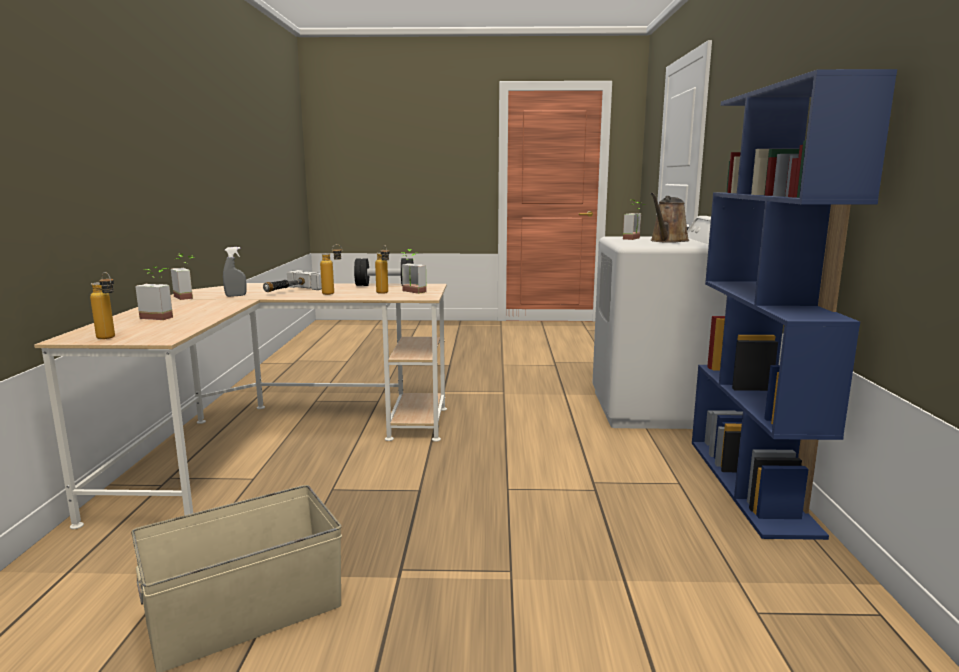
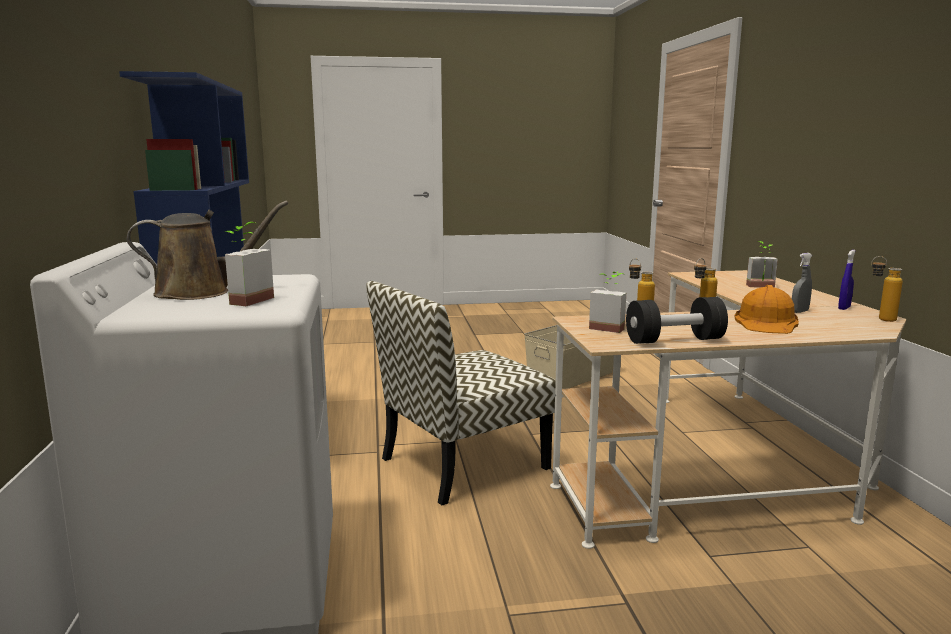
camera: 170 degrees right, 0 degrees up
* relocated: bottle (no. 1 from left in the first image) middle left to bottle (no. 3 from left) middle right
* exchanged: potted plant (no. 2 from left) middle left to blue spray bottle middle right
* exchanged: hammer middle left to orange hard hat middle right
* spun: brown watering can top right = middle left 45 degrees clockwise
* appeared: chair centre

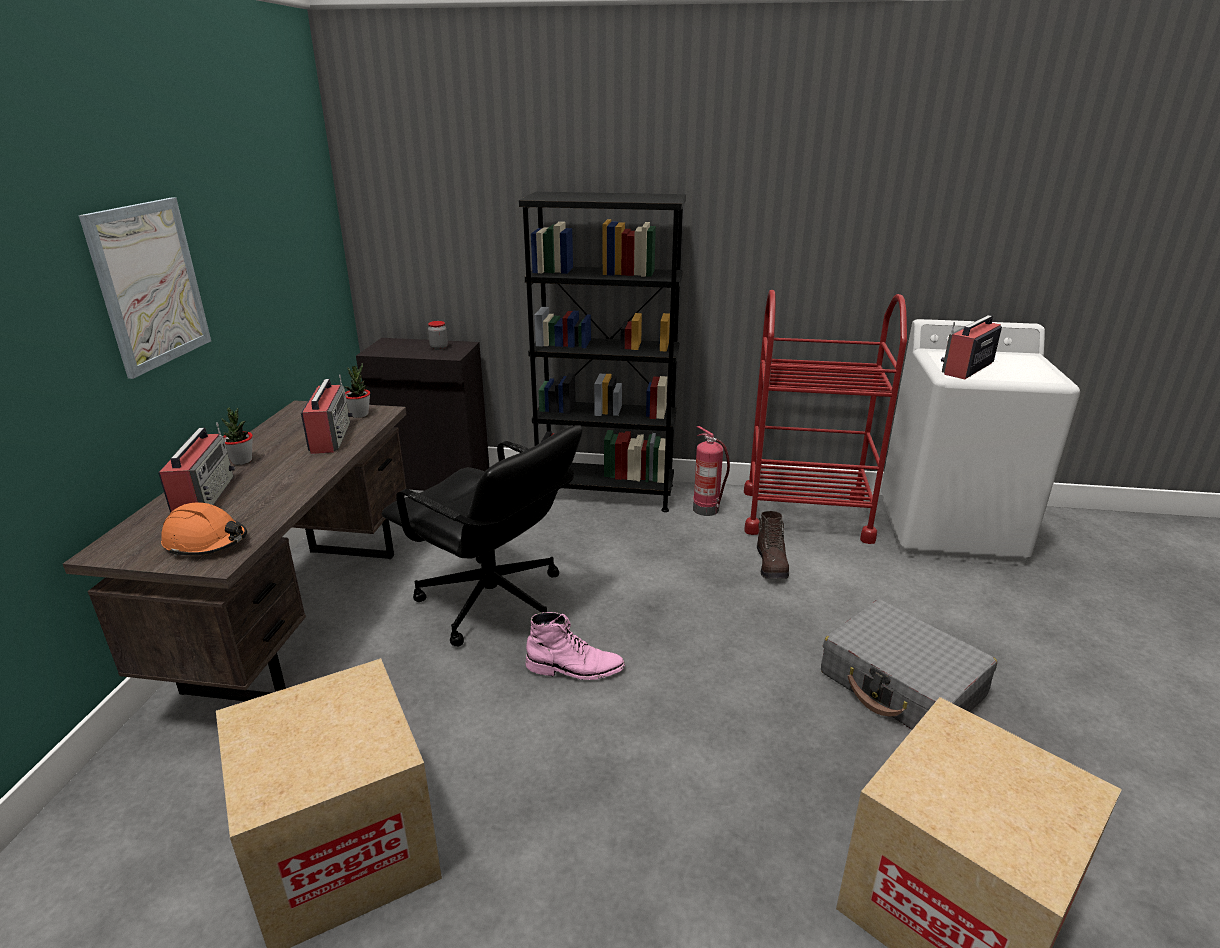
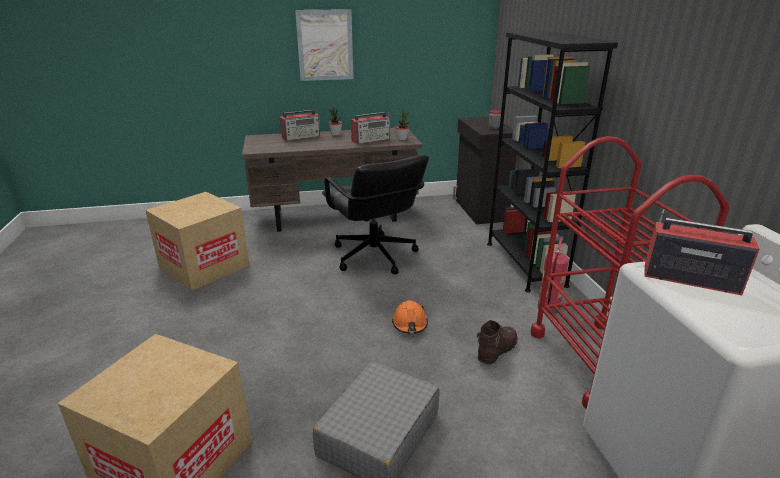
camera: 70 degrees right, 0 degrees up
* relocated: orange hard hat middle left to centre
* spun: black office chair centre = centre 45 degrees counterclockwise
* missing: pink boot bottom centre
* spun: brown boot centre = bottom centre 150 degrees clockwise

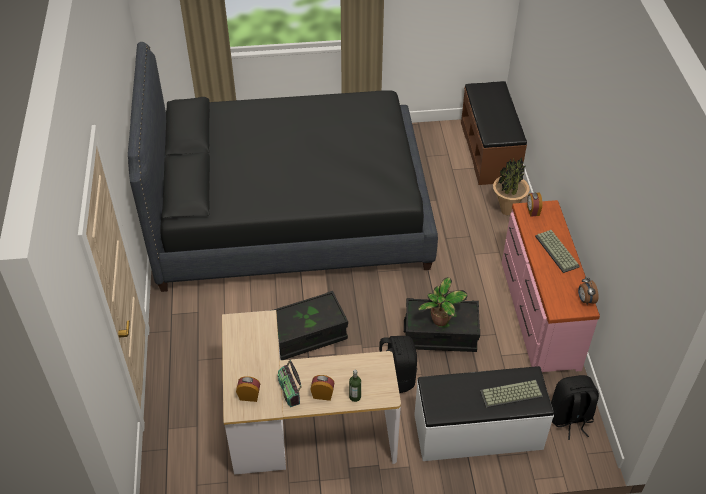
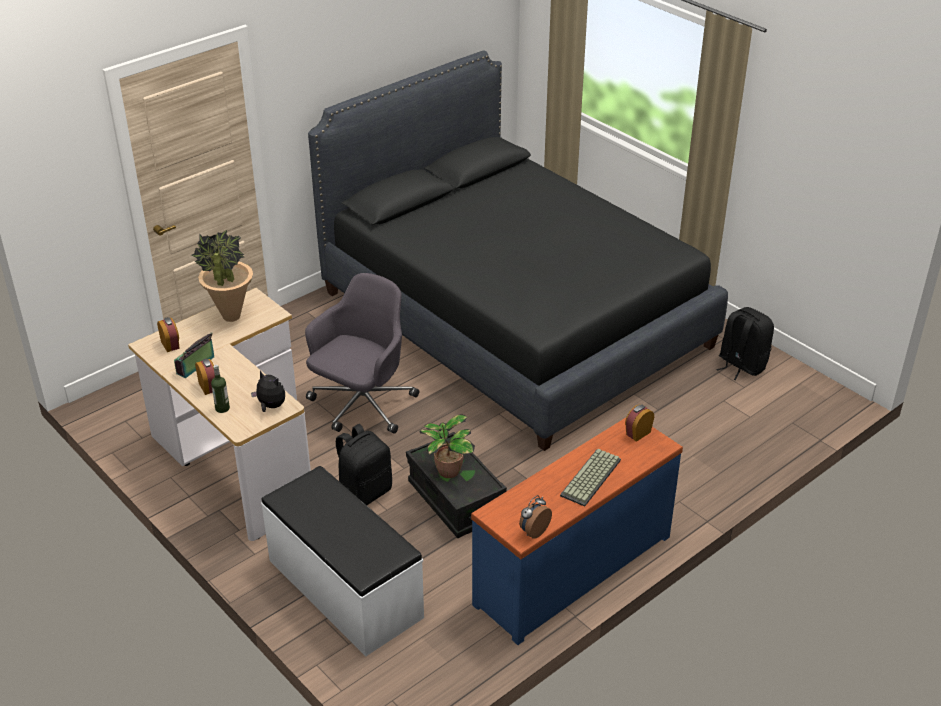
camera: 55 degrees right, 10 degrees down
* exchanged: black storage box (no. 1 from left) centre to grey office chair centre
* missing: brown bench top right
* missing: keyboard (no. 1 from left) bottom right
* relocated: potted plant (no. 2 from left in the first image) middle right to potted plant (no. 1 from left) middle left
* colour: pink dresser middle right to blue dresser bottom centre
* relocated: black backpack (no. 2 from left) bottom right to middle right
* appeared: plush toy middle left

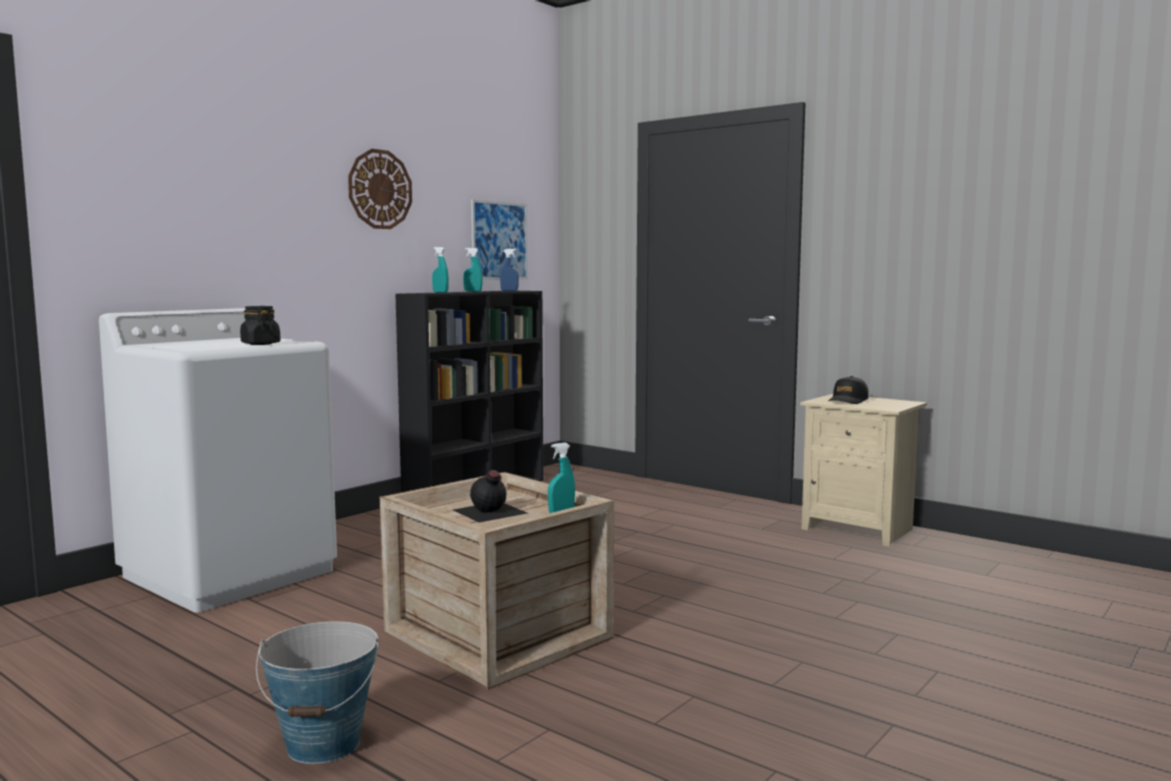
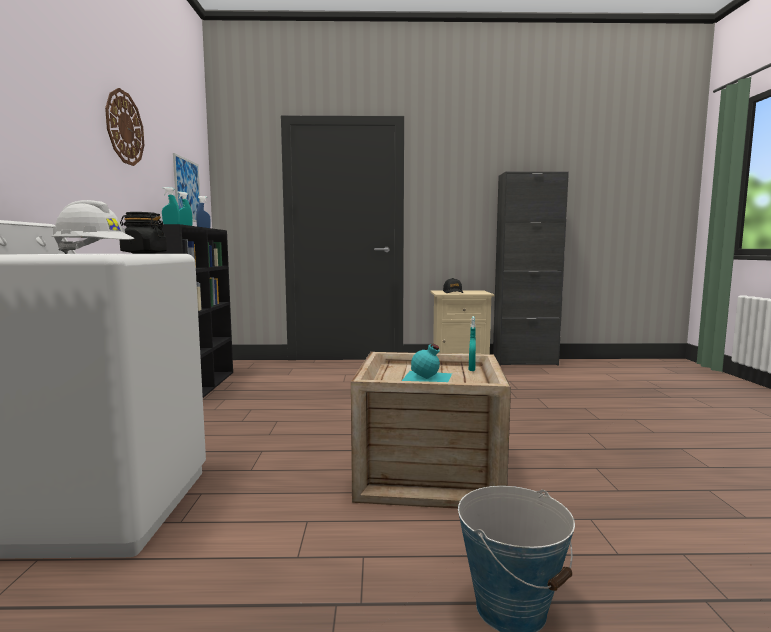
camera: 40 degrees left, 0 degrees up
* colour: black bottle centre to turquoise bottle centre
* appeared: white hard hat middle left
* appeared: black cabinet middle right

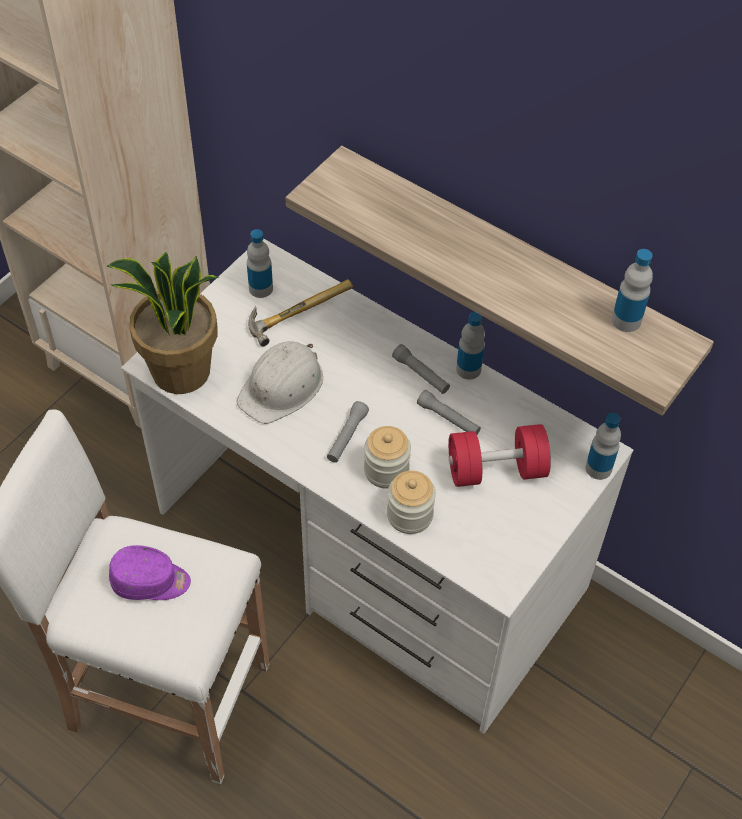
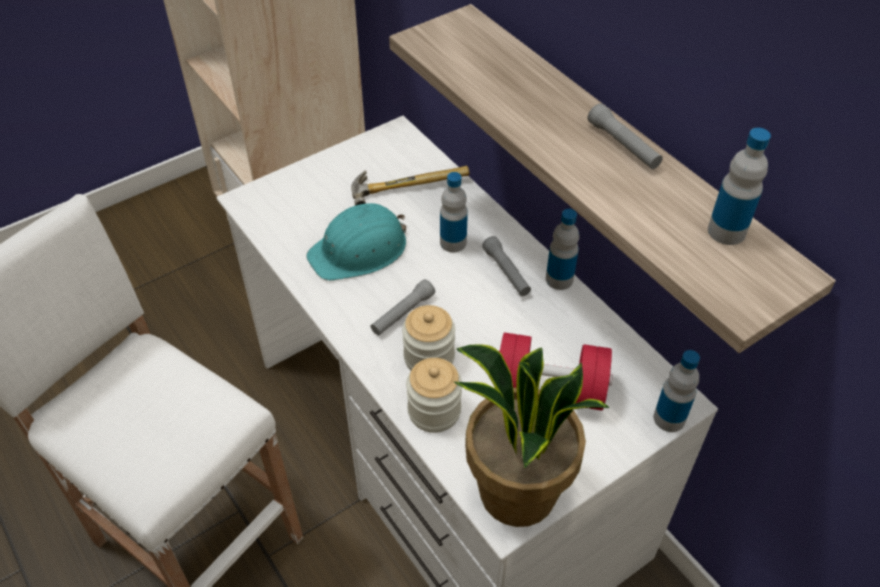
camera: 20 degrees right, 5 degrees down
* relocated: potted plant middle left to bottom centre
* missing: purple cap bottom left
* colour: white hard hat centre to turquoise hard hat centre
* relocated: bottle (no. 1 from left) top centre to centre
* relocated: grey flashlight (no. 3 from left) centre to top right

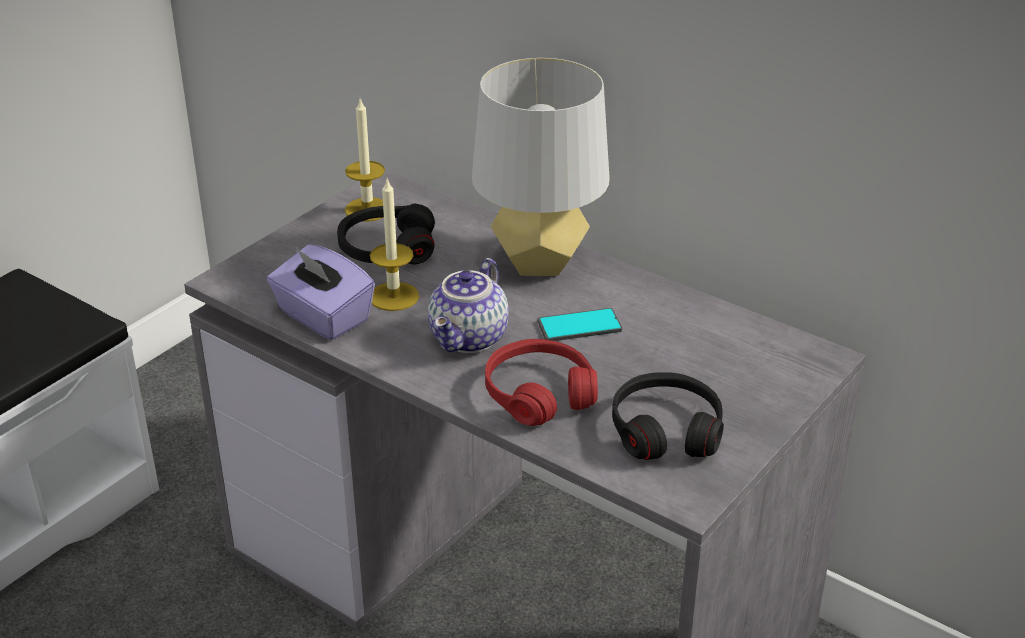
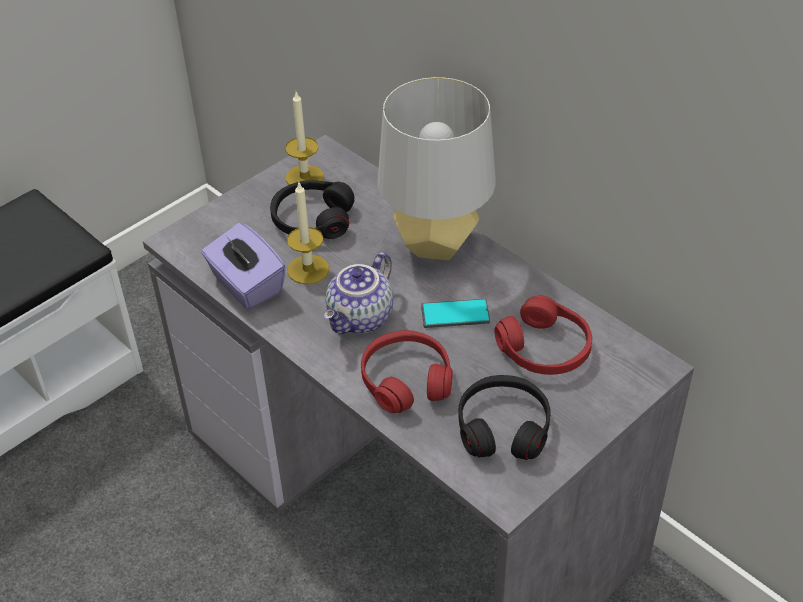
camera: 10 degrees right, 10 degrees up
* appeared: red headphones (no. 2 from left) middle right

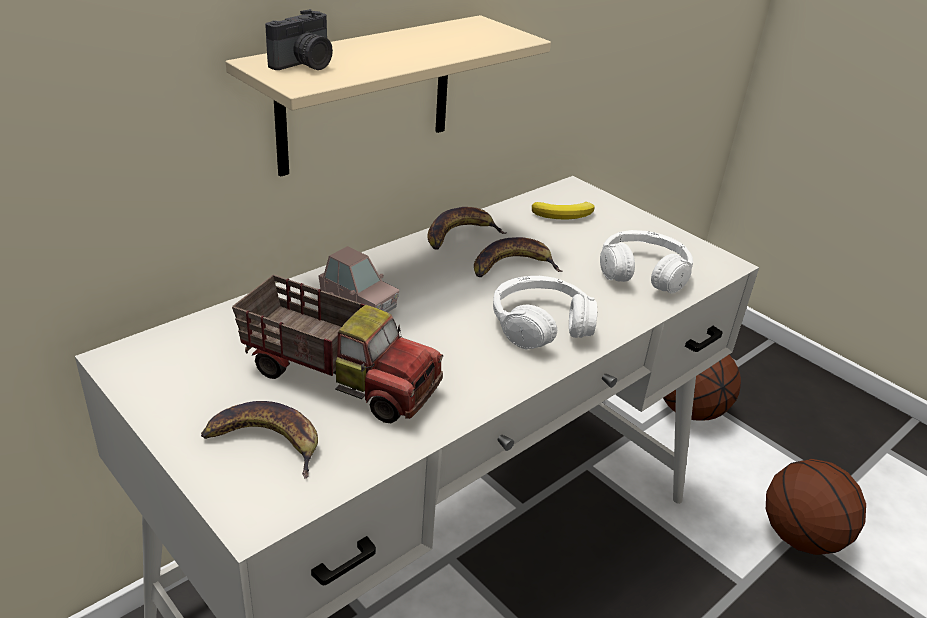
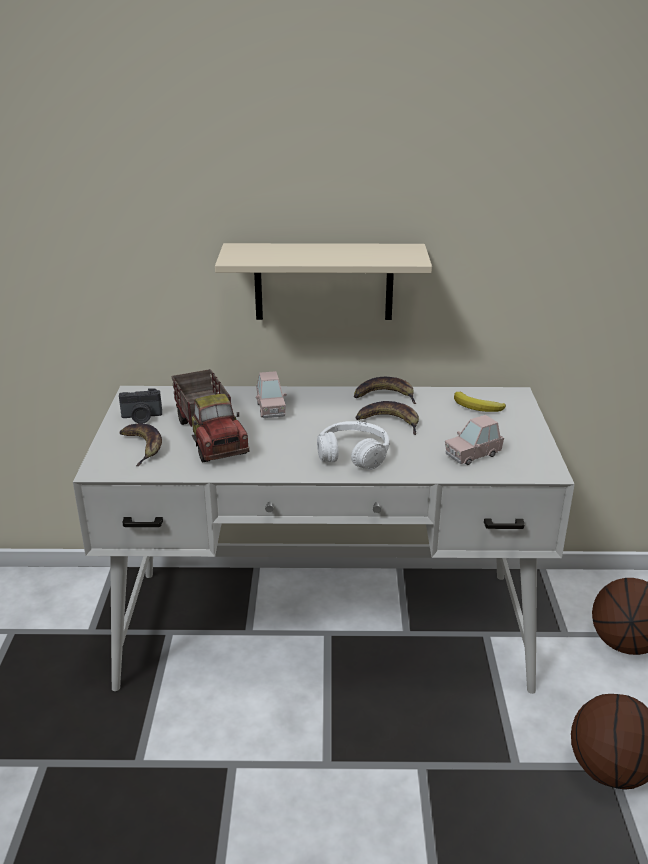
camera: 45 degrees right, 5 degrees down
* relocated: photo camera top left to middle left
* exchanged: white headphones (no. 2 from left) middle right to pink toy car (no. 2 from left) middle right

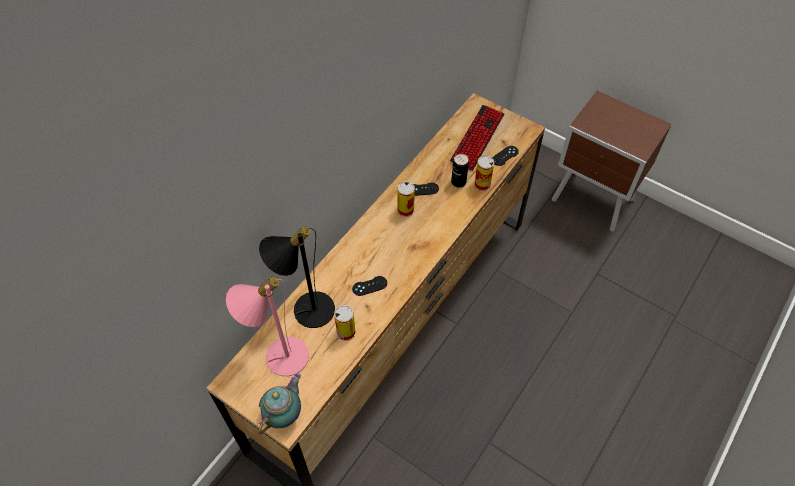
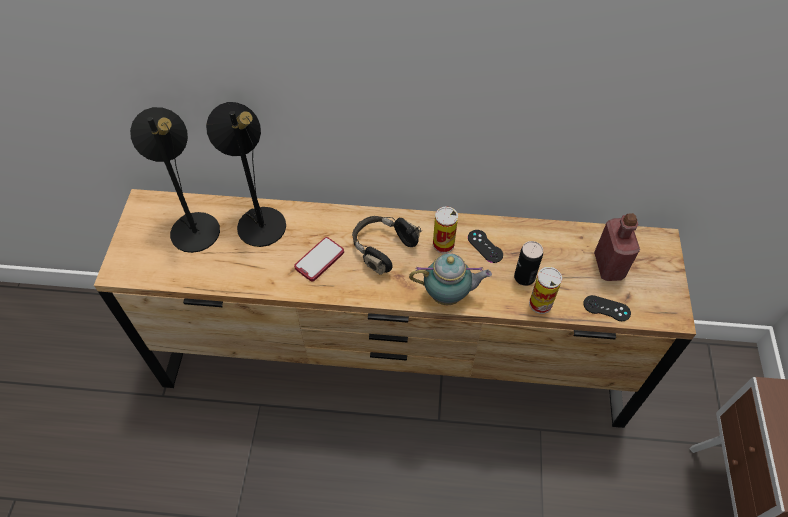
camera: 60 degrees right, 0 degrees up
* colour: pink table lamp bottom centre to black table lamp (no. 1 from left) middle left
* relocated: teapot bottom centre to centre
* missing: can (no. 1 from left) centre
* exchanged: black game controller (no. 1 from left) centre to phone centre
* exchanged: keyboard top centre to red bottle middle right
* appeared: black headphones centre

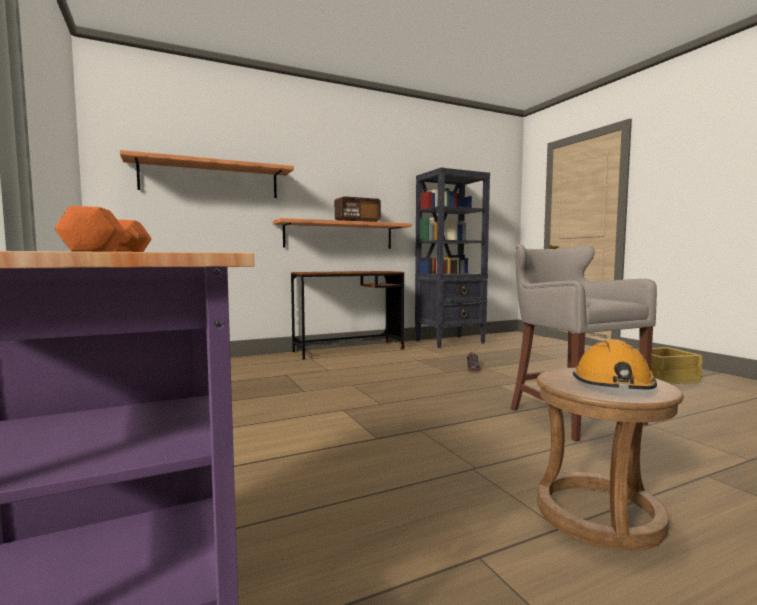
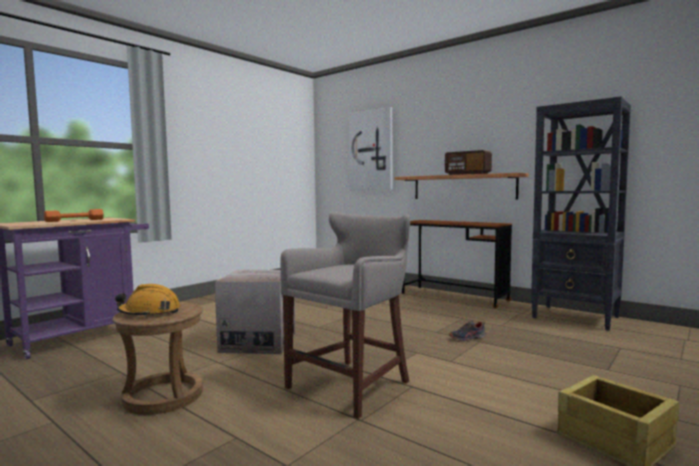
camera: 65 degrees right, 0 degrees up
* exchanged: shelf (no. 1 from left) top left to picture top centre
* appeared: cardboard box bottom centre

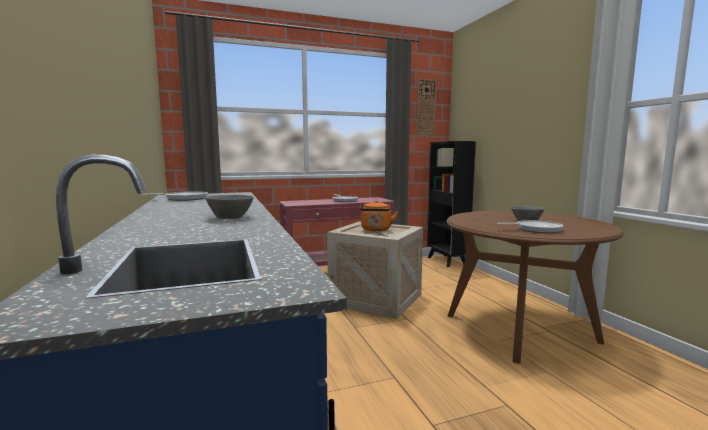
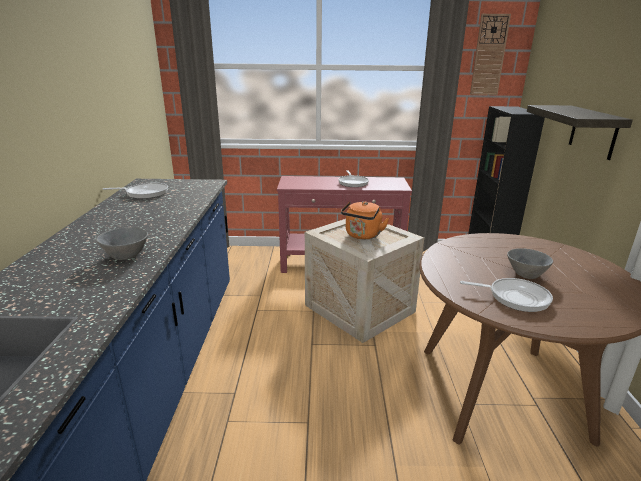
camera: 20 degrees right, 15 degrees up
* appeared: shelf top right

